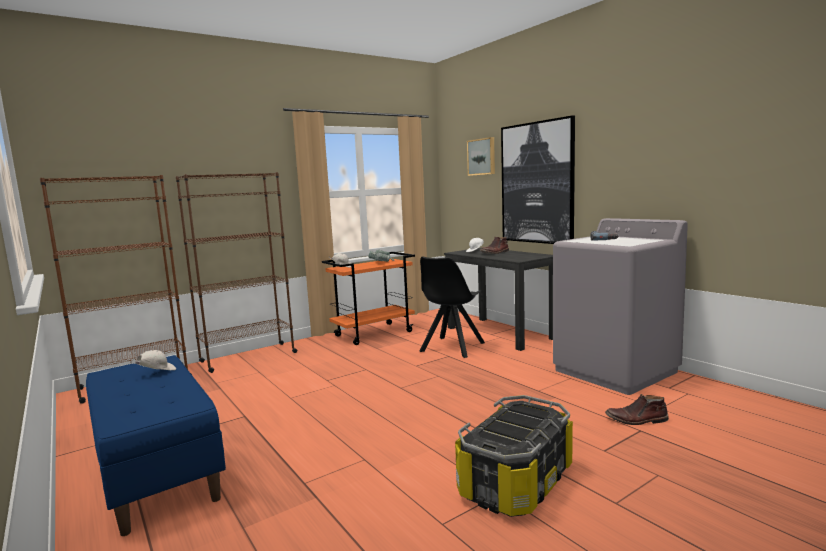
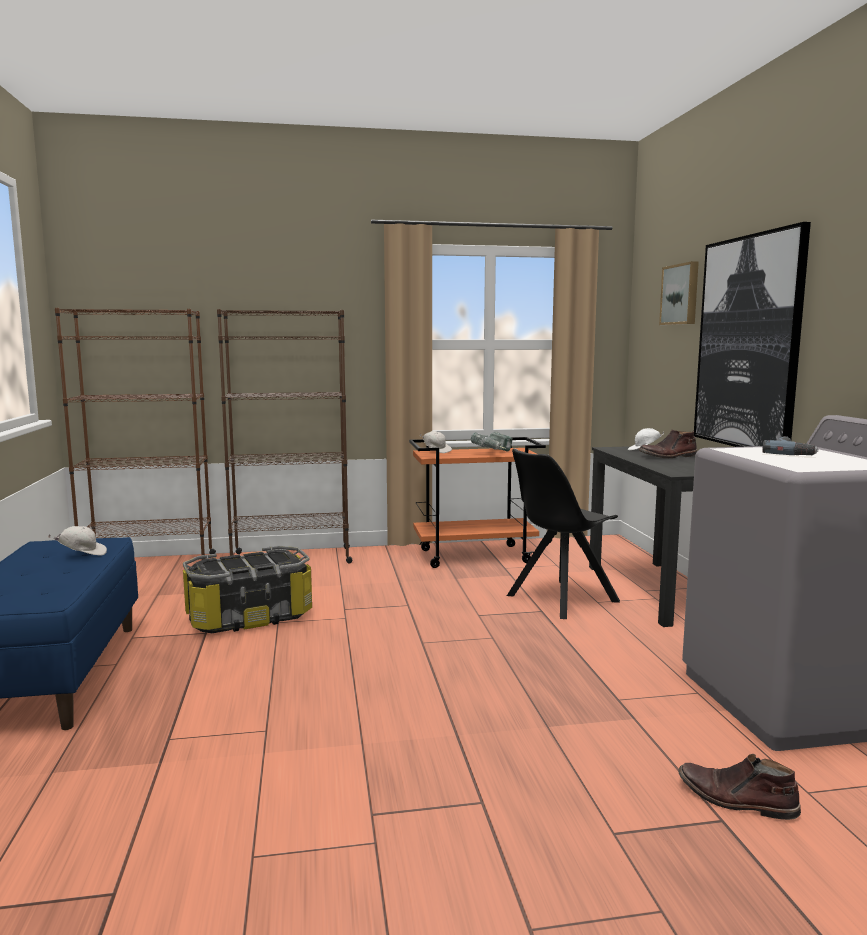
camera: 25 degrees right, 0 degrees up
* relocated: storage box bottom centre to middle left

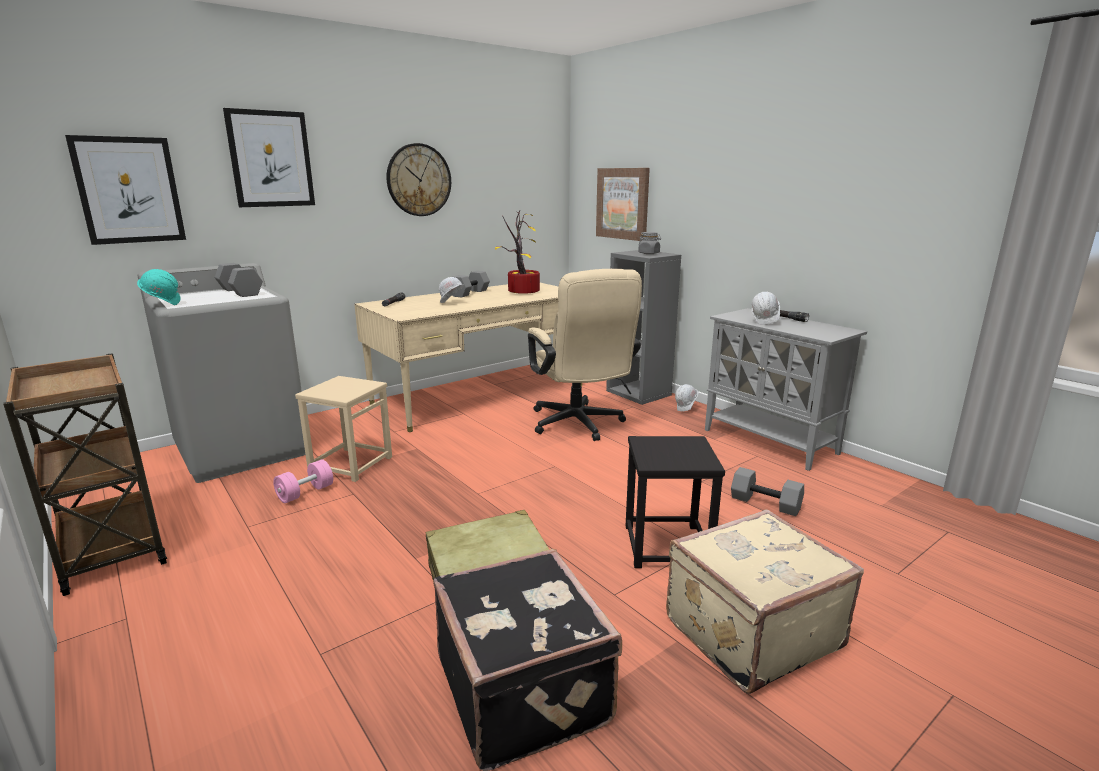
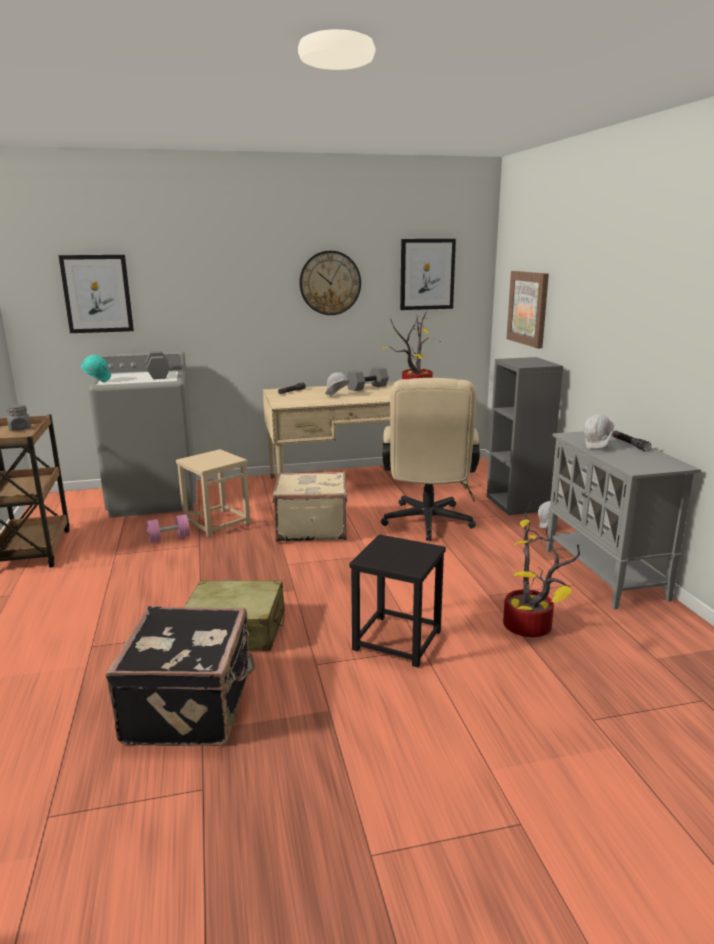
camera: 25 degrees right, 0 degrees up
* relocated: picture (no. 2 from left) top left to top centre
* relocated: grey jar top centre to middle left
* relocated: beige suitcase (no. 2 from left) bottom right to centre
* exchanged: grey dumbbell (no. 3 from left) middle right to potted plant (no. 2 from left) middle right

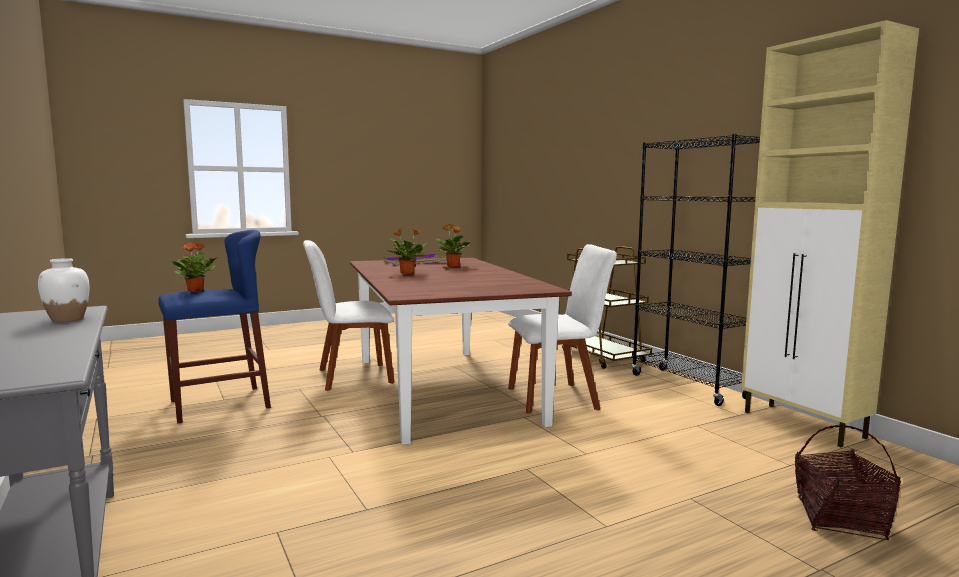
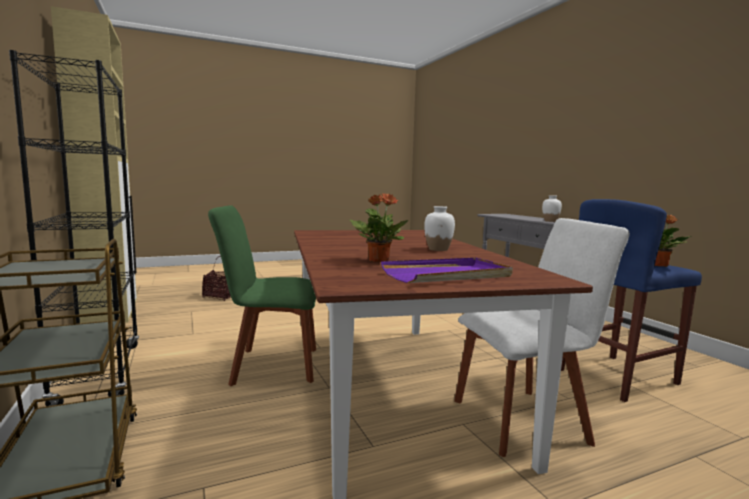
camera: 175 degrees left, 0 degrees up
* exchanged: potted plant (no. 2 from left) centre to white vase (no. 1 from left) centre
* colour: white chair (no. 2 from left) centre to green chair centre

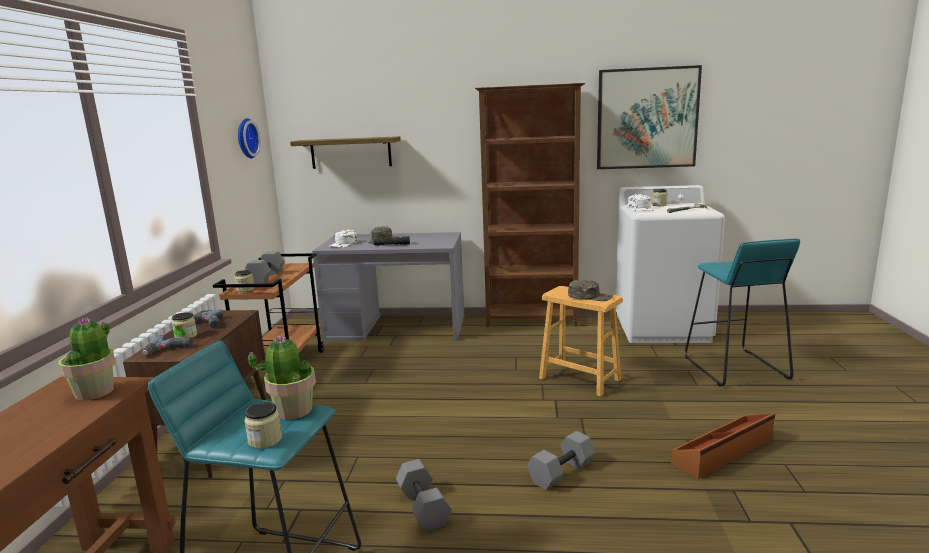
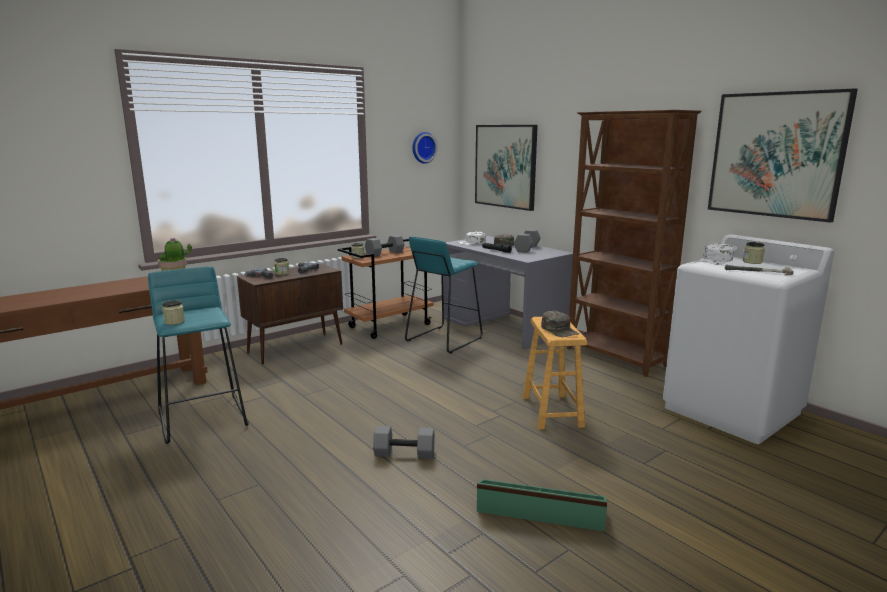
camera: 45 degrees right, 0 degrees up
* missing: potted plant (no. 2 from left) bottom left
* exchanged: shelf top centre to picture (no. 1 from left) top centre
* relocated: grey dumbbell (no. 2 from left in the first image) bottom centre to grey dumbbell (no. 3 from left) centre
* colour: brown storage box bottom right to green storage box bottom centre
* relocated: turquoise stool (no. 2 from left) middle right to centre

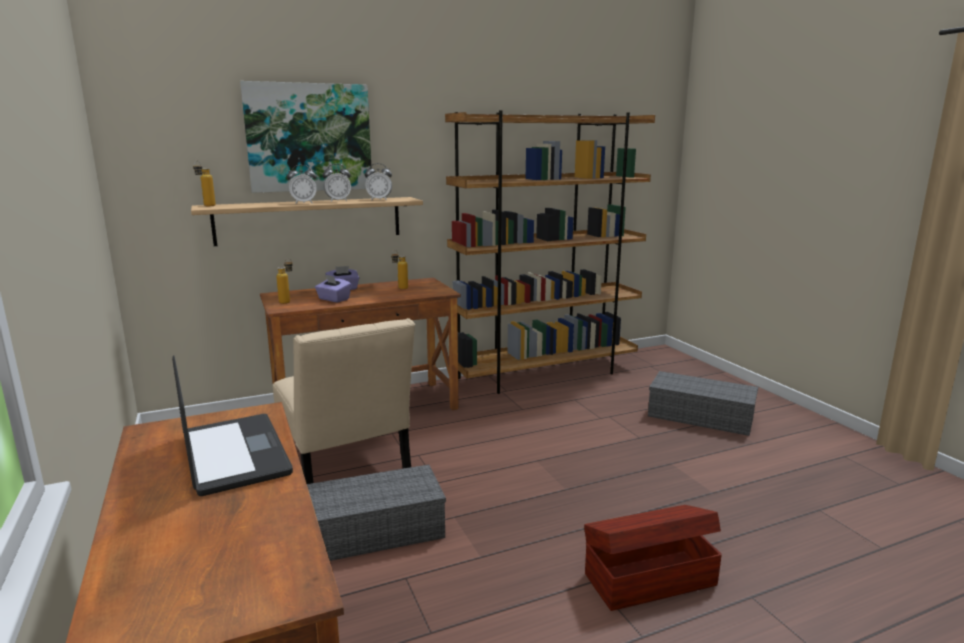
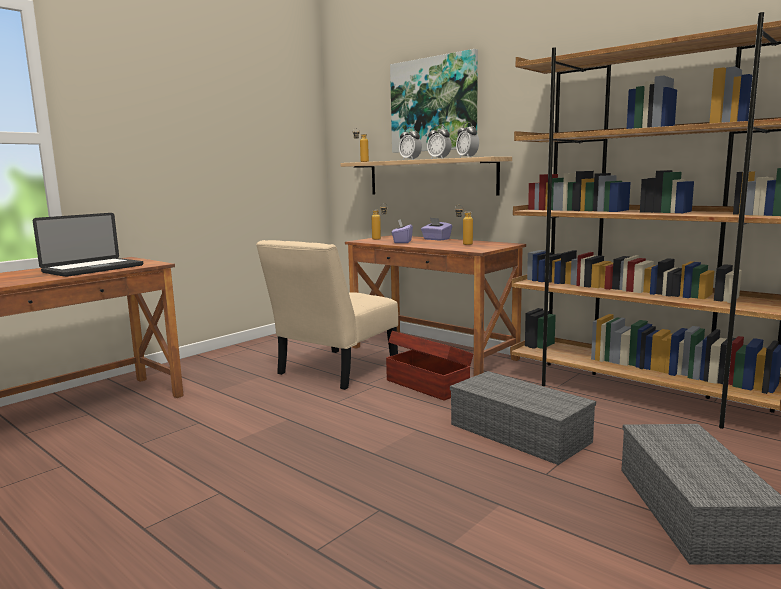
camera: 65 degrees right, 5 degrees down
* relocated: grey storage box (no. 1 from left) bottom centre to bottom right
* relocated: brown storage box bottom right to centre

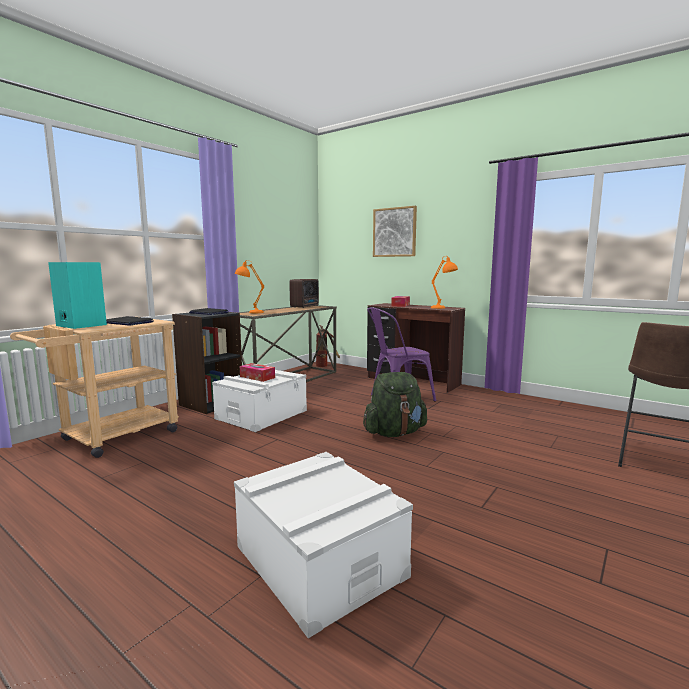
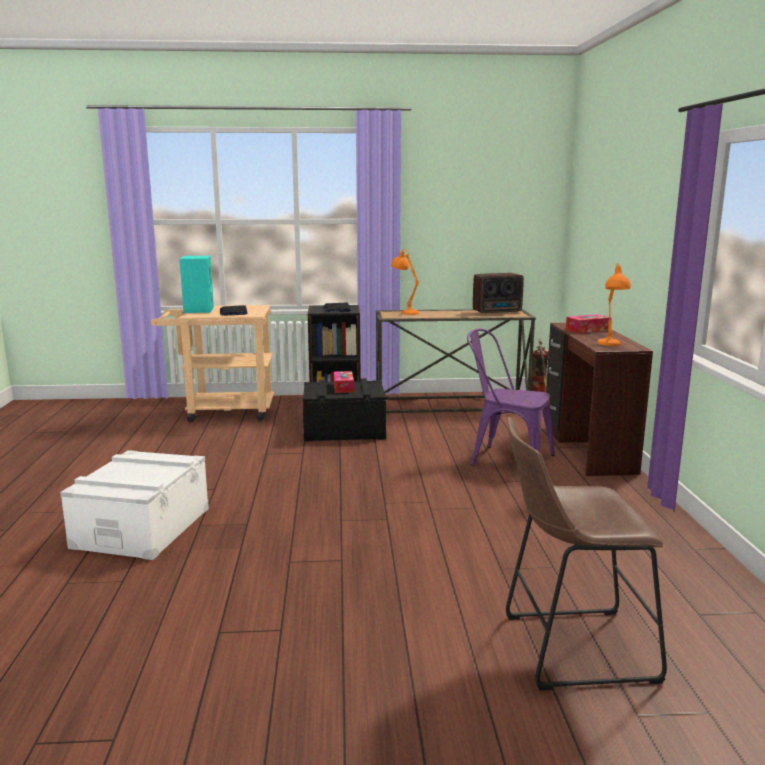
camera: 50 degrees right, 5 degrees up
* colour: white storage box (no. 1 from left) centre to black storage box centre
* missing: green backpack centre
* missing: picture centre

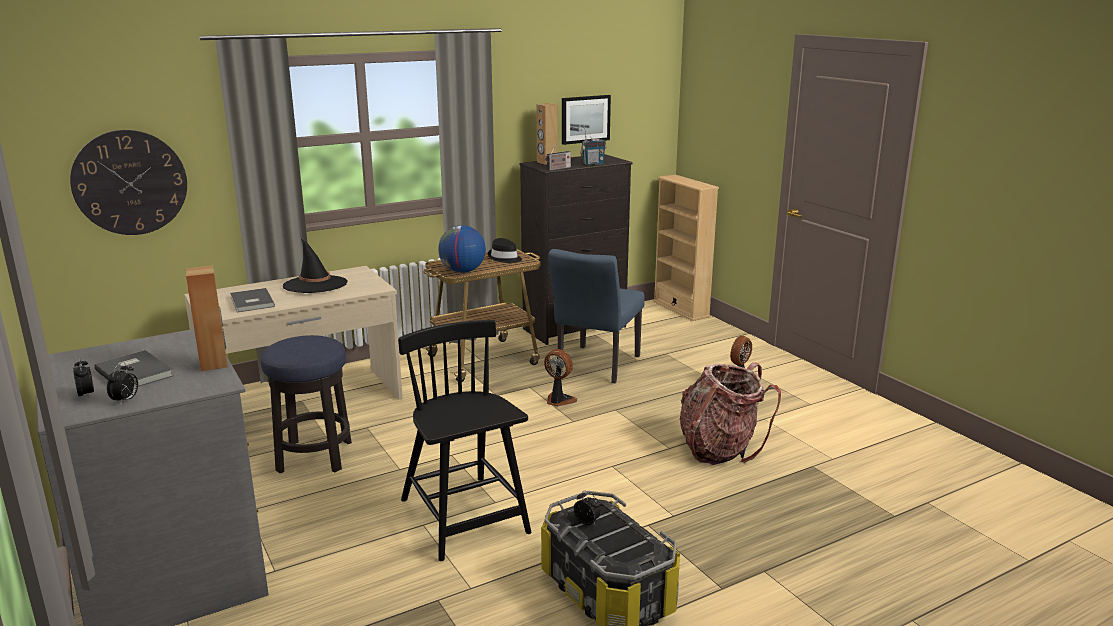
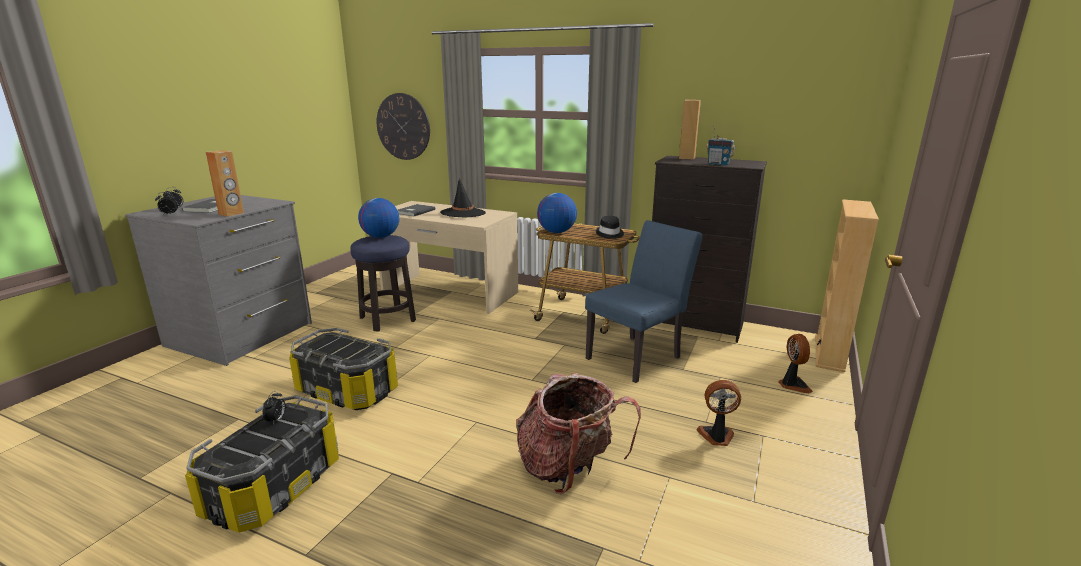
camera: 55 degrees right, 0 degrees up
* exchanged: black chair bottom centre to storage box (no. 2 from left) middle left
* relocated: fan (no. 1 from left in the first image) centre to fan (no. 2 from left) middle right
* missing: radio (no. 1 from left) top centre
* spun: blue chair centre = centre 150 degrees clockwise
* missing: picture top centre
* appeared: globe (no. 1 from left) centre

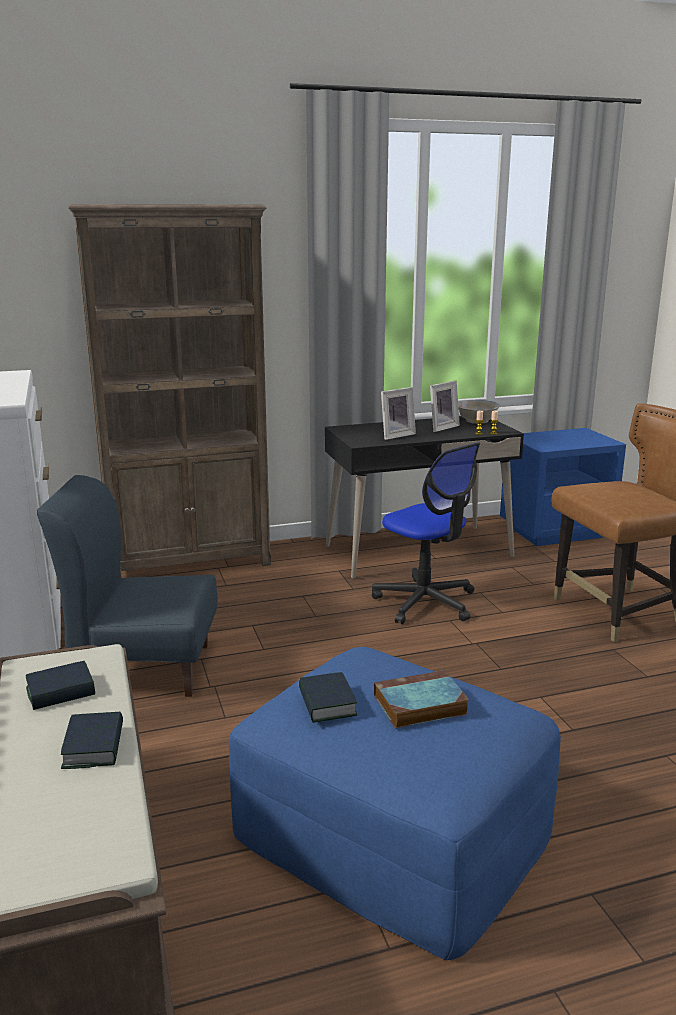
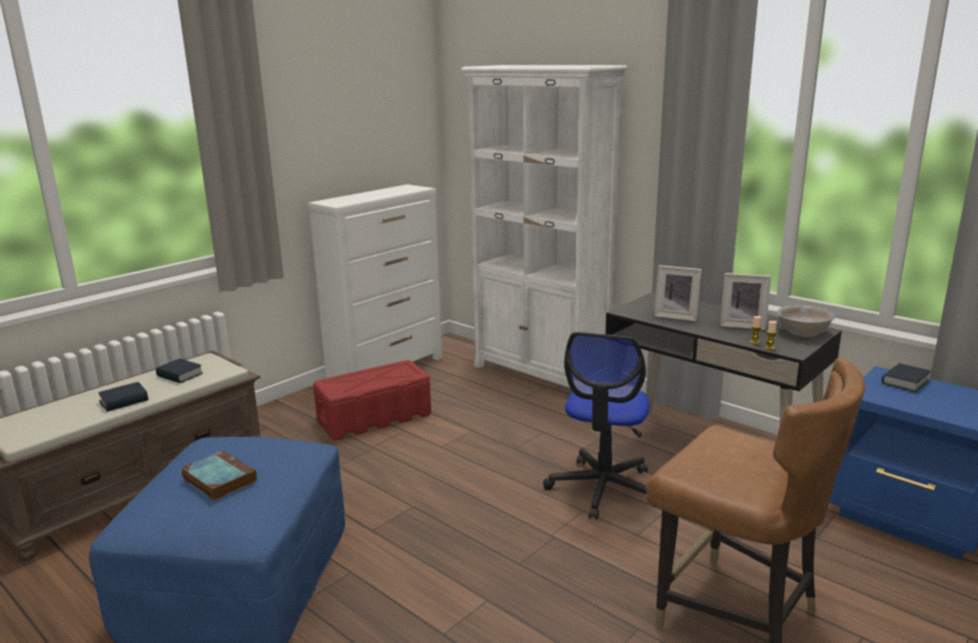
camera: 60 degrees right, 0 degrees up
* exchanged: blue chair middle left to red storage box centre
* colour: brown bookcase middle left to white bookcase centre
* relocated: book (no. 3 from left in the first image) bottom centre to book (no. 4 from left) middle right

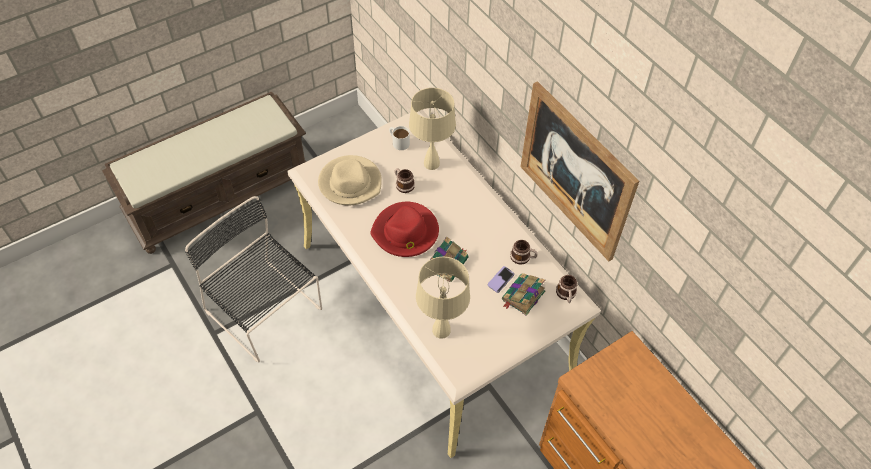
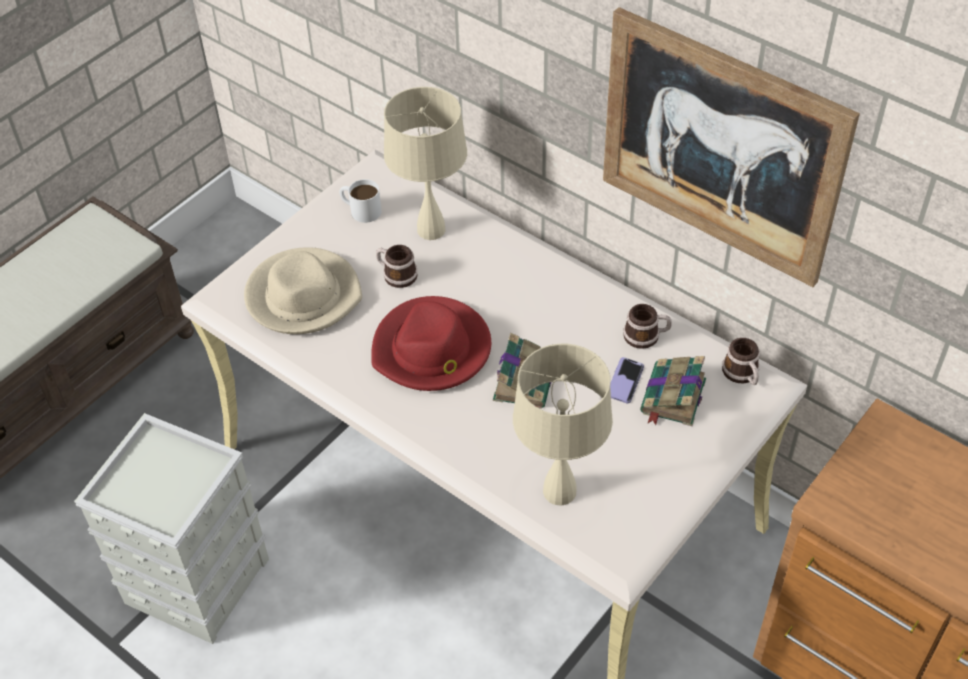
camera: 15 degrees left, 5 degrees down
* exchanged: black chair middle left to grey storage box bottom left

